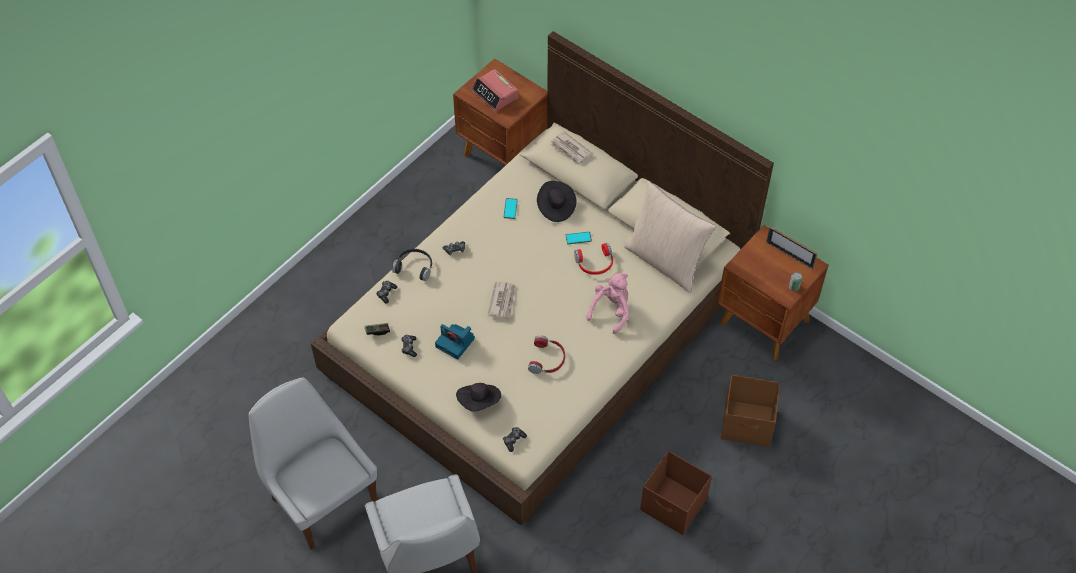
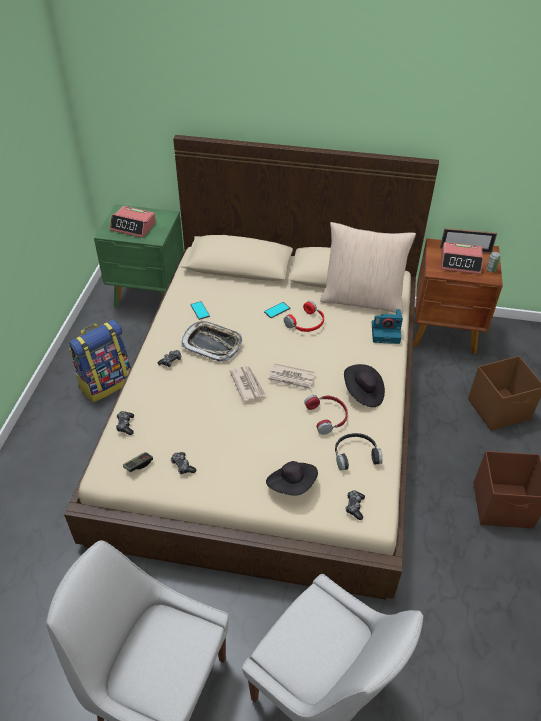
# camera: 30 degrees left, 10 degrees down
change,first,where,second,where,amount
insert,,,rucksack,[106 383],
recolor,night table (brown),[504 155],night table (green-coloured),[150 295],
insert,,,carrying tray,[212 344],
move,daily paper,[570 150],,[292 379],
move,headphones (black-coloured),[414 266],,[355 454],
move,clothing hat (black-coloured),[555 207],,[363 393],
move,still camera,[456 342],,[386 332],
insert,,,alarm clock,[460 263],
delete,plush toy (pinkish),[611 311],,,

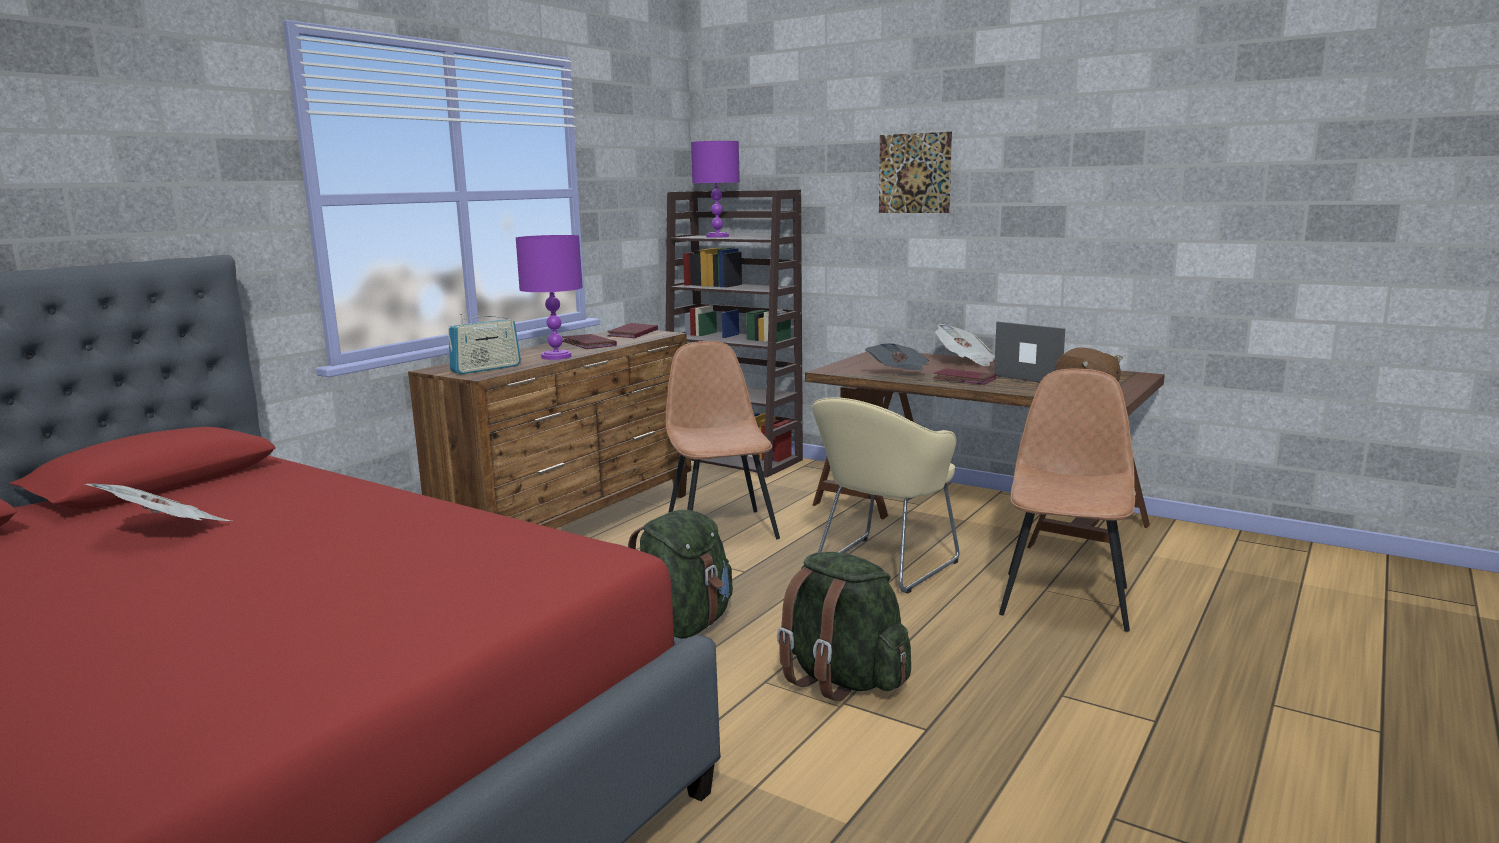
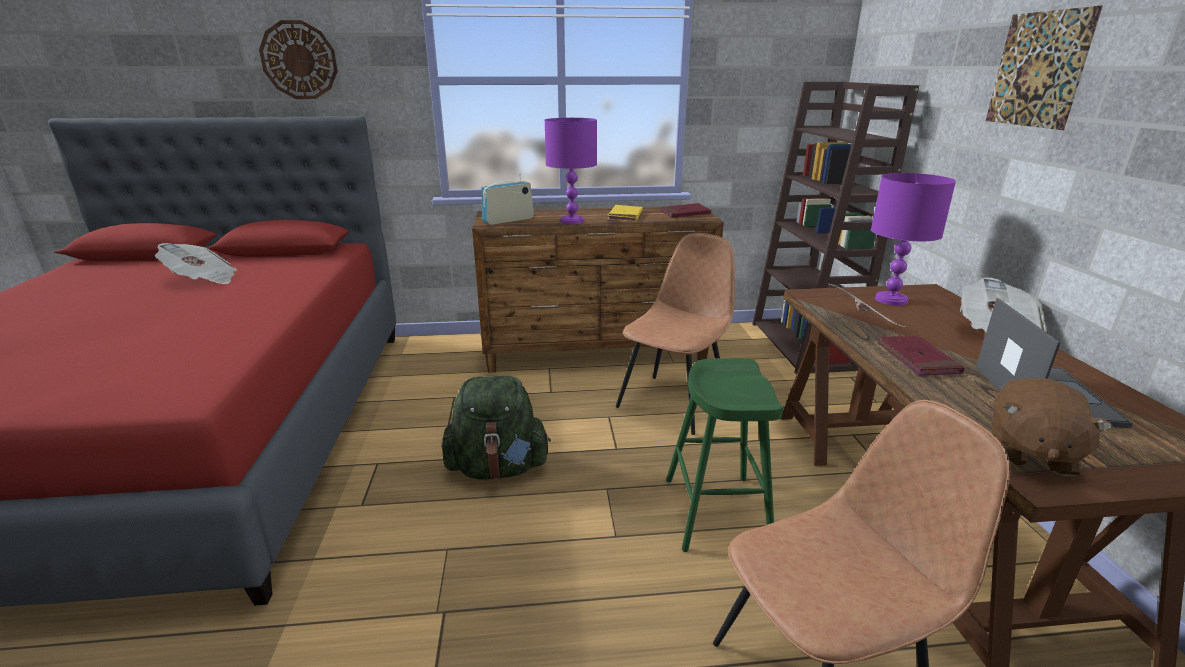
# camera: 50 degrees right, 10 degrees up
change,first,where,second,where,amount
insert,,,hanging clock,[299 60],
rotate,radio receiver,[486 369],,[508 220],135 degrees clockwise
recolor,volume (reddish),[589 345],volume (yellow),[625 216],
replace,lounge chair (beige-coloured),[881 567],stool seat (green-coloured),[716 512],
move,tabletop lamp (purple),[717 236],,[890 300],
delete,rucksack (green-coloured),[842 679],,,

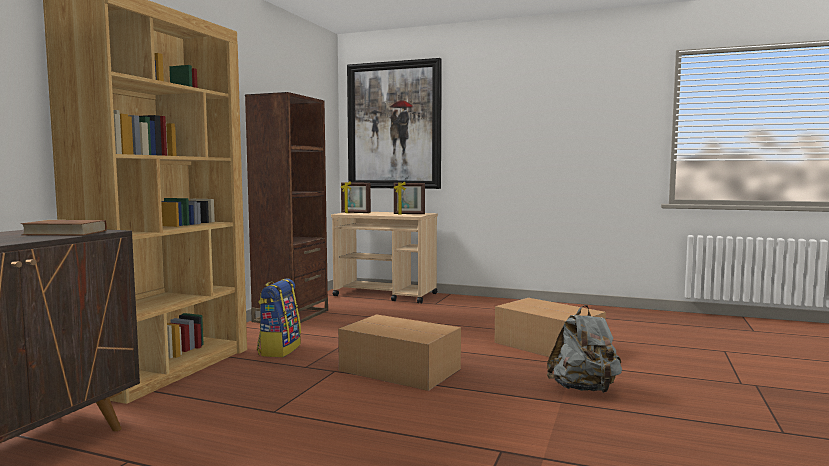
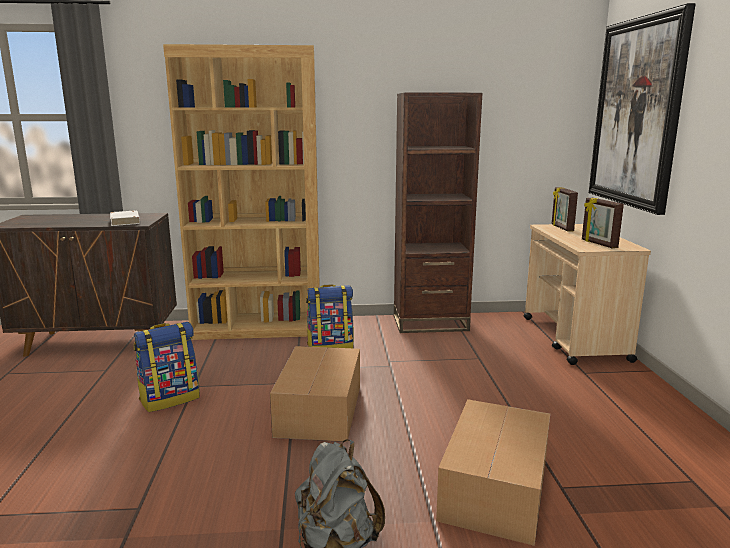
# camera: 65 degrees right, 10 degrees up
change,first,where,second,where,amount
recolor,volume (brown),[65 233],volume (whitish),[125 221],
insert,,,rucksack,[170 399],

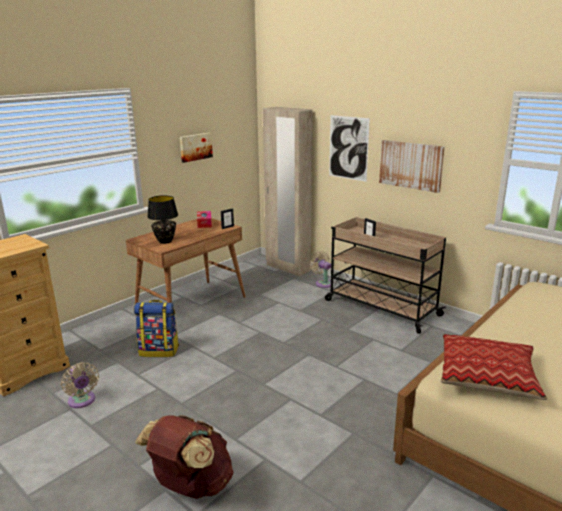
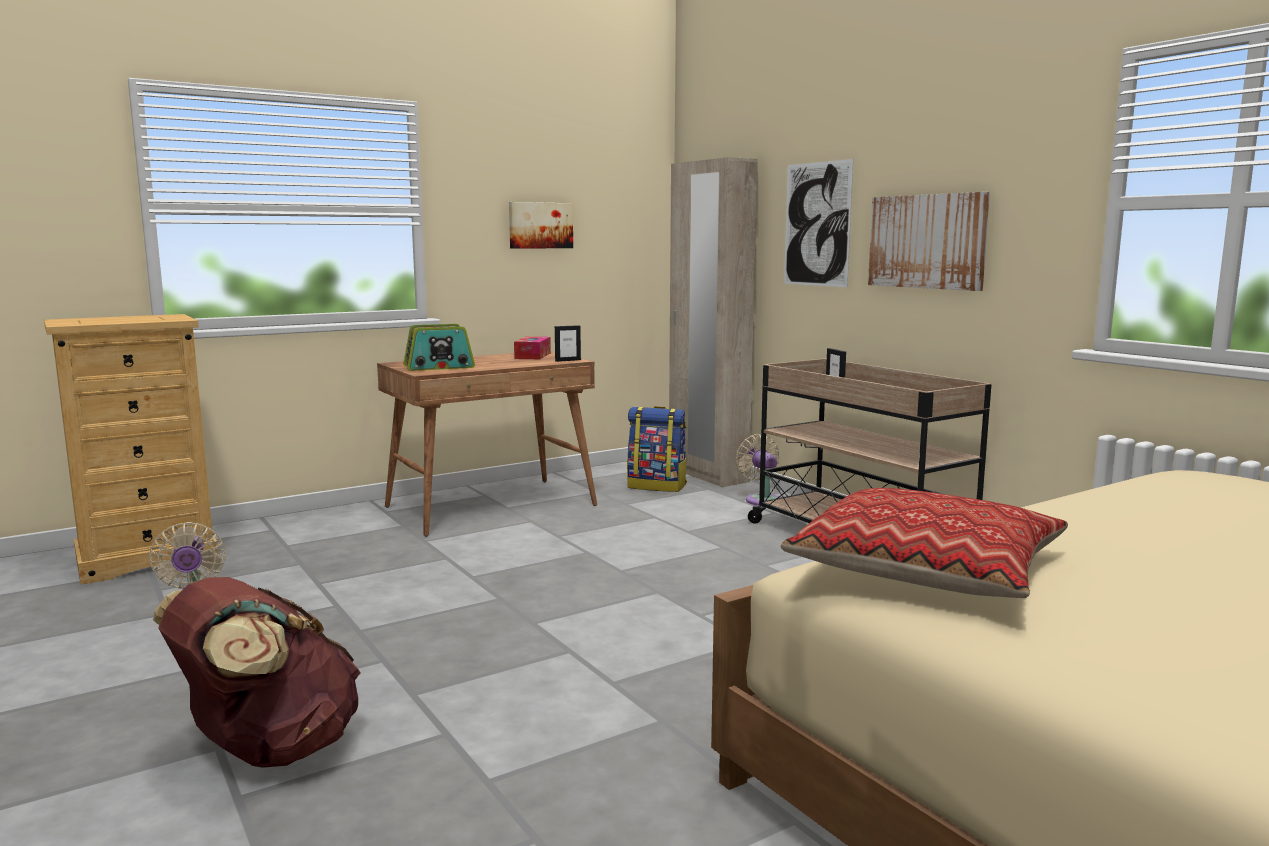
# camera: 15 degrees right, 10 degrees down
change,first,where,second,where,amount
replace,tabletop lamp (black-coloured),[165 241],radio receiver,[439 367],
move,rucksack,[159 351],,[657 486],

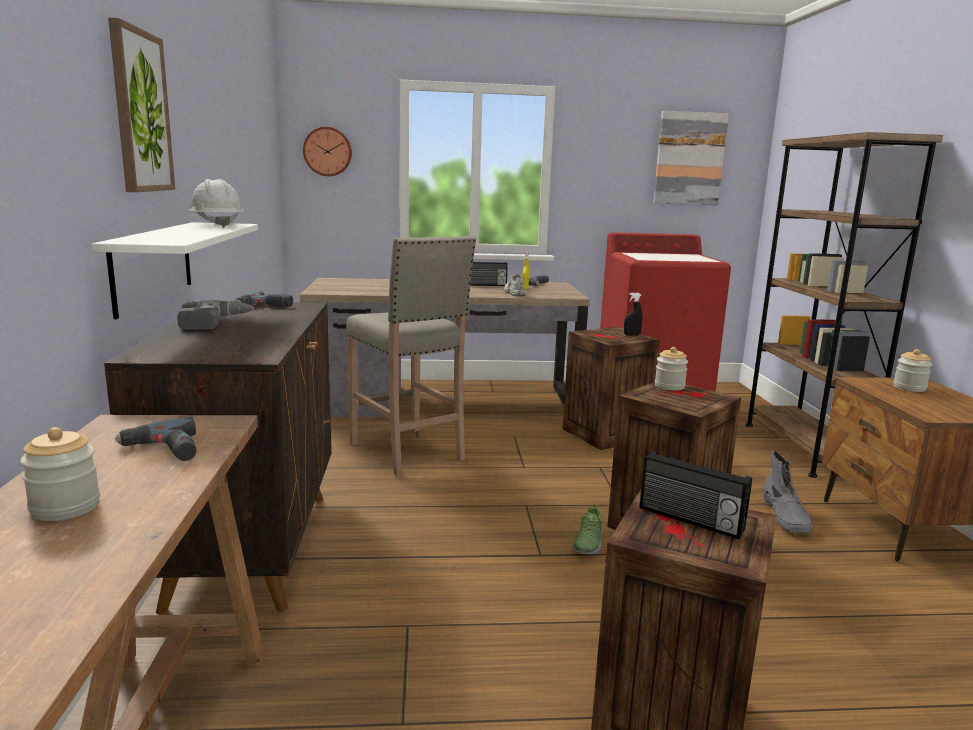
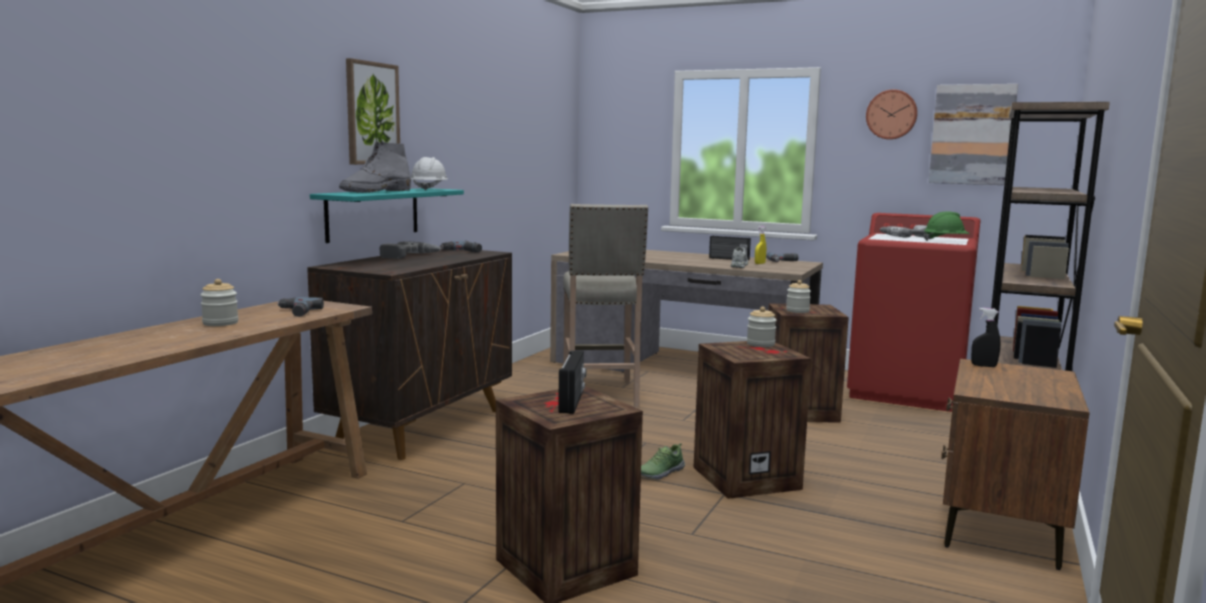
# camera: 30 degrees right, 5 degrees down
change,first,where,second,where,amount
recolor,bracket shelf (whitish),[153 265],bracket shelf (turquoise),[373 214],
move,boot (greyish),[785 516],,[375 192],
rotate,radio receiver,[690 520],,[573 401],150 degrees counterclockwise
move,preserve jar,[909 388],,[797 311],
move,hanging clock,[328 151],,[891 114],
insert,,,power drill,[906 236],
insert,,,hard hat (green-coloured),[945 241],
move,sprayer (black-coloured),[632 335],,[983 366],

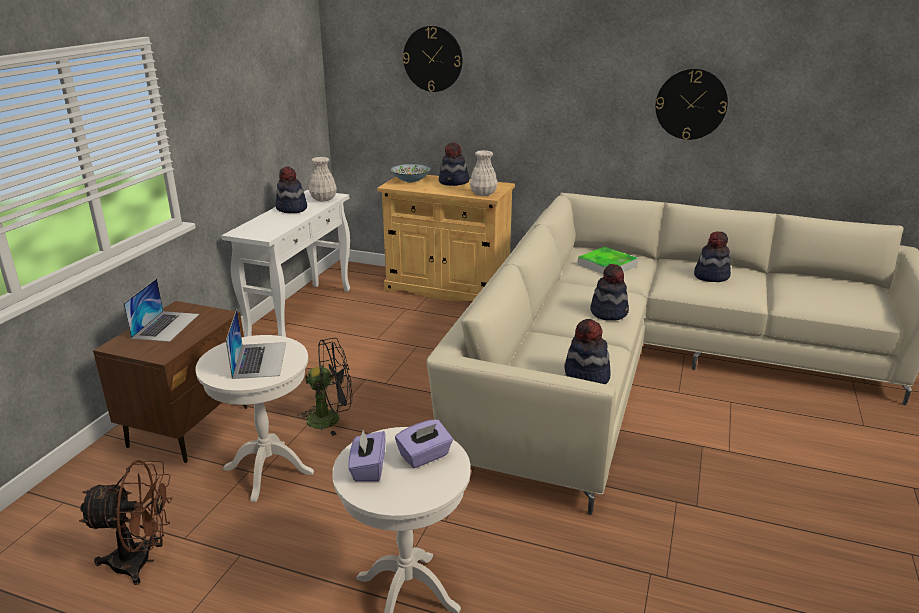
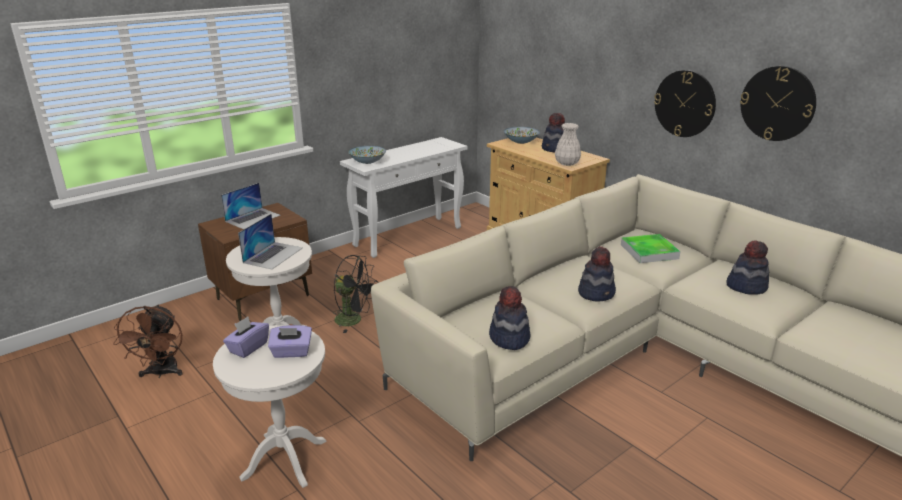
# camera: 30 degrees right, 0 degrees up
change,first,where,second,where,amount
rotate,cooling fan (brown),[142 561],,[161 373],60 degrees clockwise
insert,,,deep dish,[367 162],
move,hanging clock,[433 59],,[685 103],
delete,clothing hat,[291 209],,,
delete,decorative vase (whitish),[323 199],,,

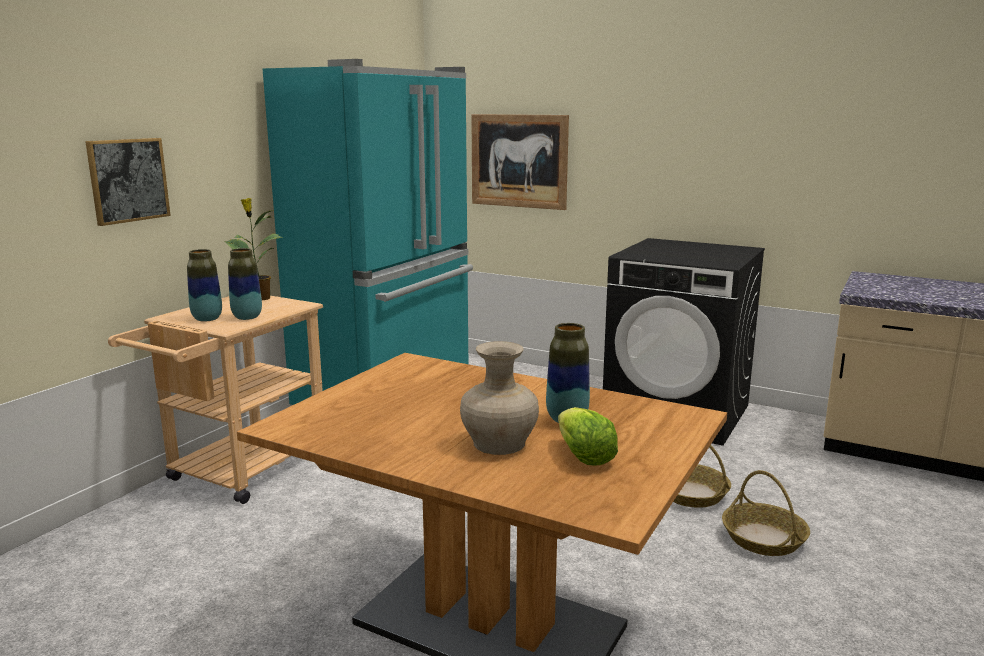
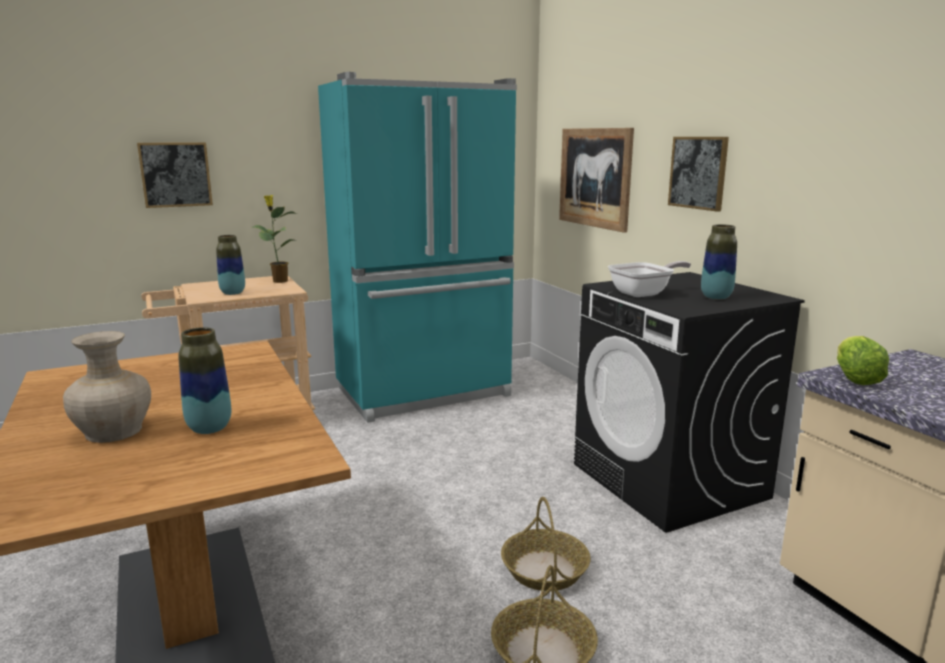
# camera: 35 degrees right, 0 degrees up
change,first,where,second,where,amount
insert,,,frying pan,[644 293],
insert,,,picture,[698 172],
move,decorative vase,[207 319],,[716 297],
move,lettuce head,[584 457],,[855 379],

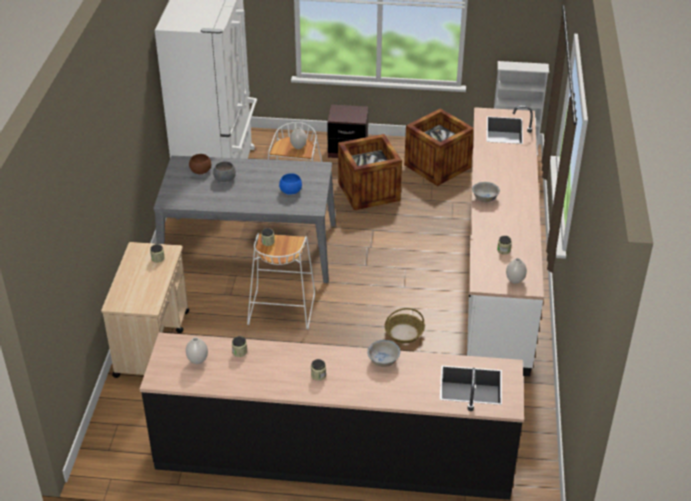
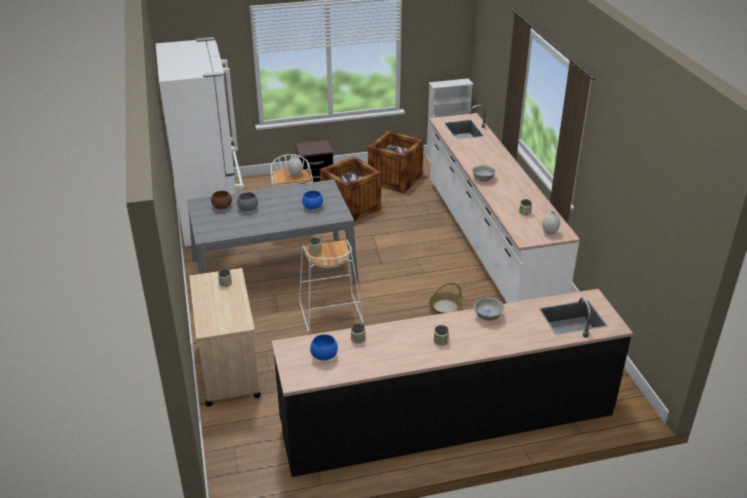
# camera: 20 degrees left, 5 degrees down
change,first,where,second,where,amount
replace,decorative vase (whitish),[198 360],deep dish (blue-coloured),[324 355],

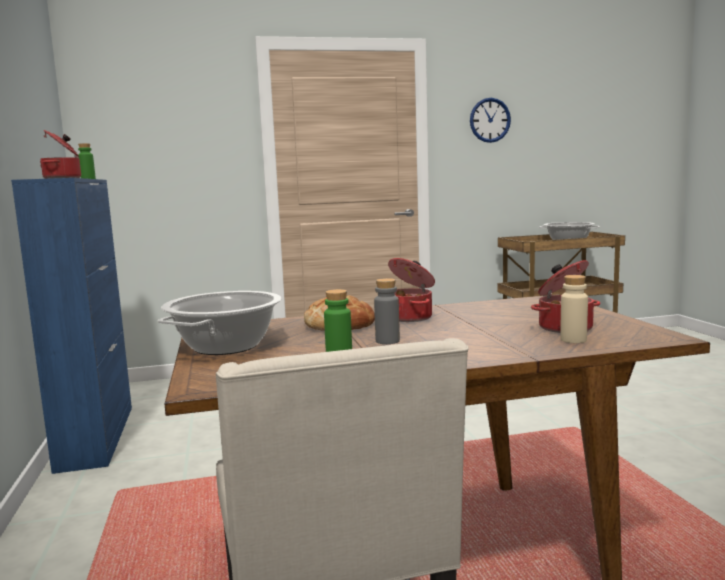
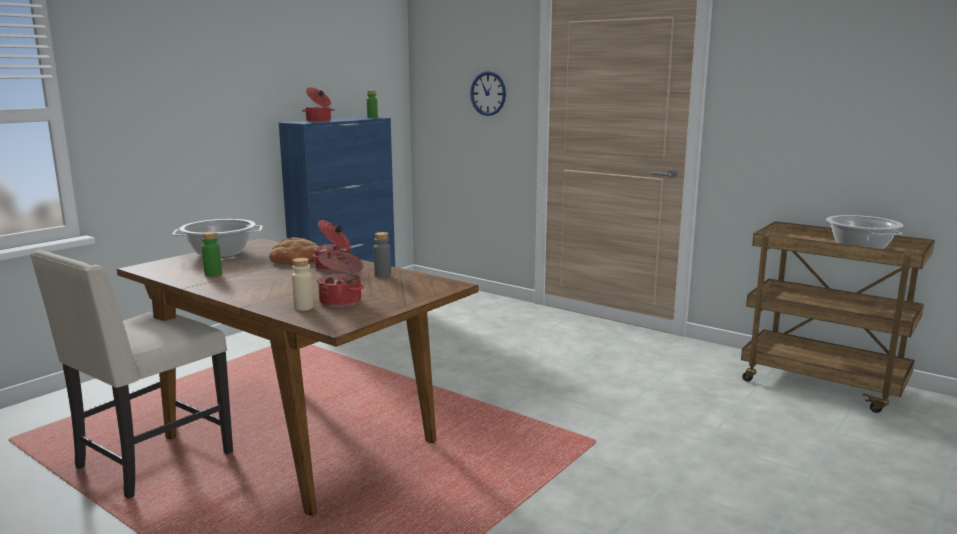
# camera: 50 degrees right, 5 degrees up
change,first,where,second,where,amount
move,drink bottle (greyish),[387 341],,[383 275],
move,hanging clock,[490 120],,[488 93],

